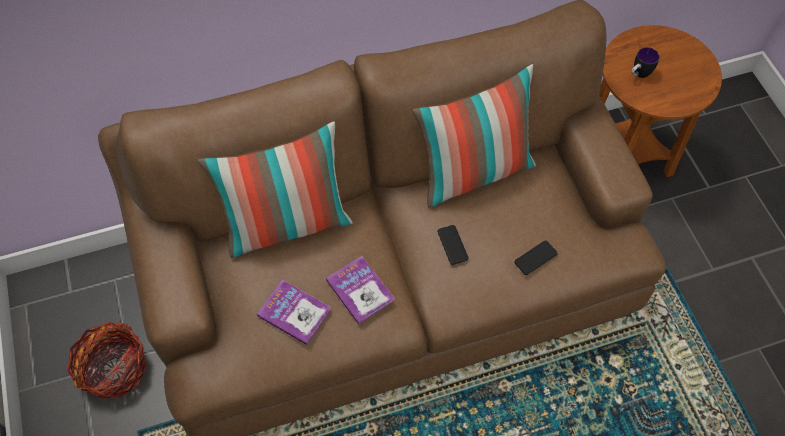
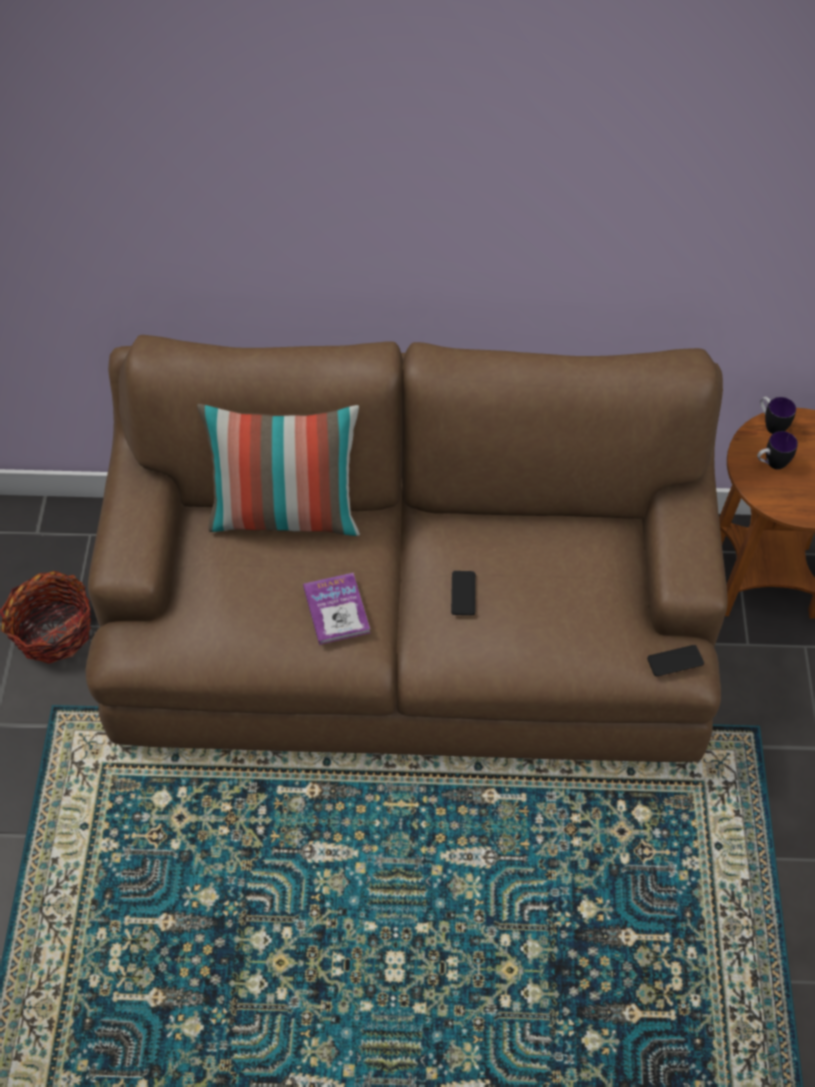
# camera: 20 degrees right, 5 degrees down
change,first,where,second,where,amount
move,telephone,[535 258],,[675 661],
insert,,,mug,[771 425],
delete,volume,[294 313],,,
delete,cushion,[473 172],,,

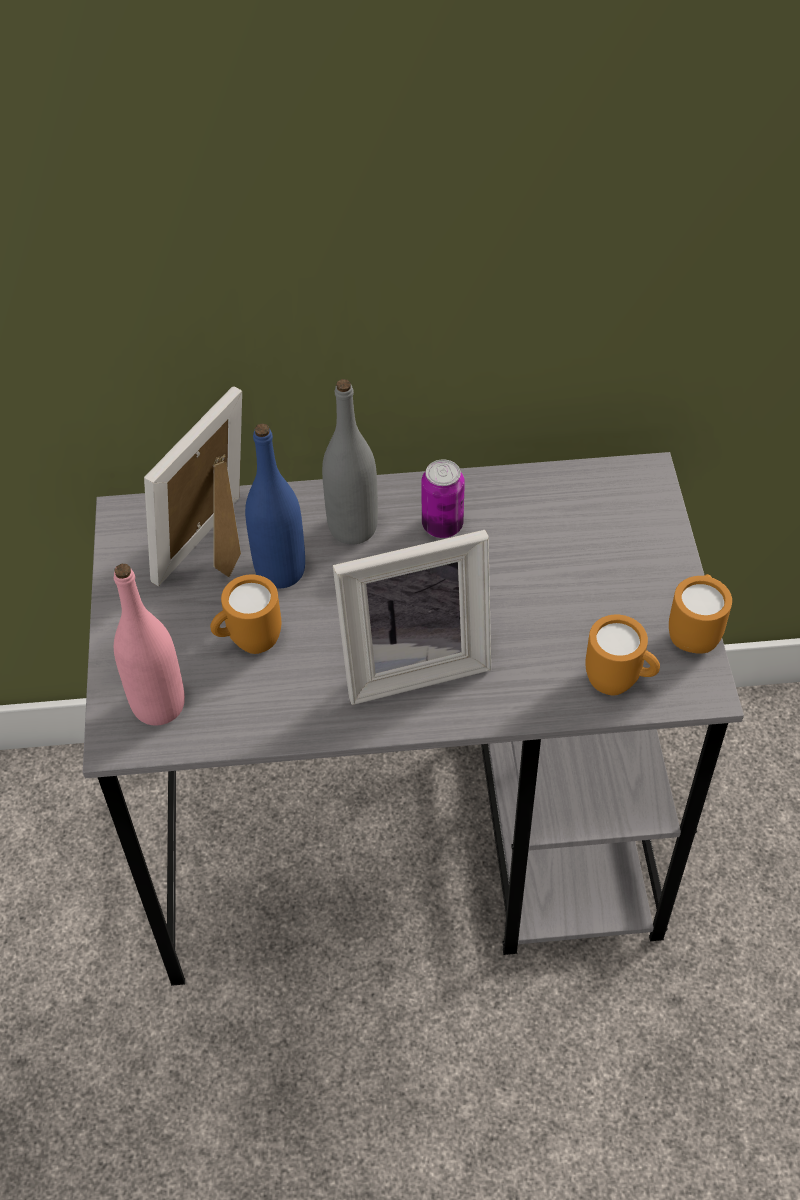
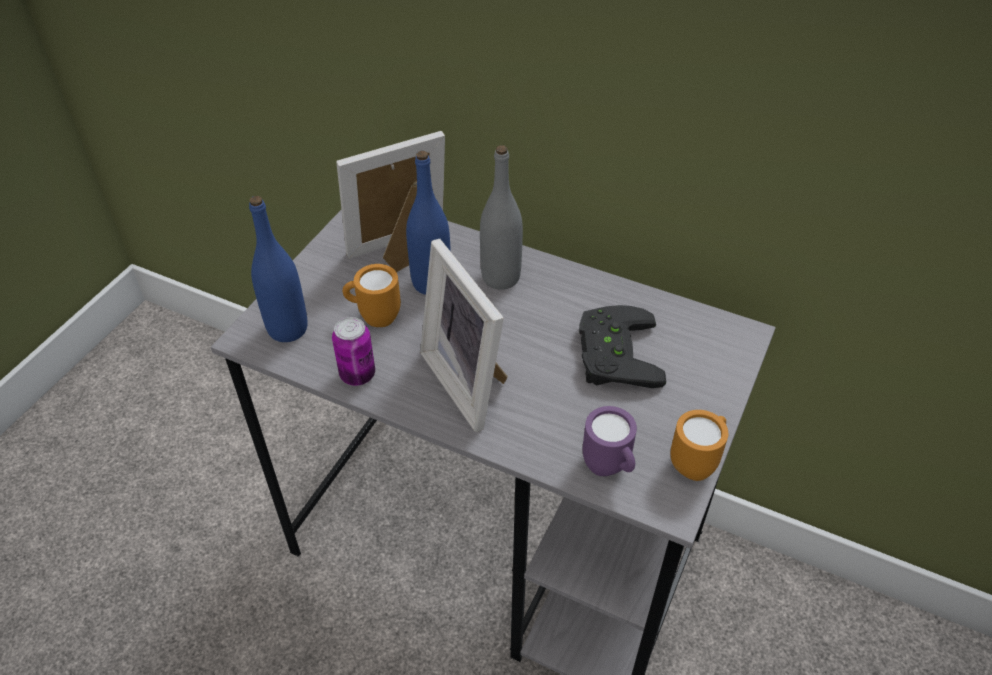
# camera: 30 degrees right, 5 degrees down
change,first,where,second,where,amount
recolor,drink bottle (pinkish),[158 705],drink bottle (blue-coloured),[288 329],
move,metal can,[442 525],,[357 375],
rotate,standing frame,[412 662],,[470 381],45 degrees clockwise
insert,,,joypad (black-coloured),[612 353],
recolor,mug (orange),[619 683],mug (purple),[609 469],

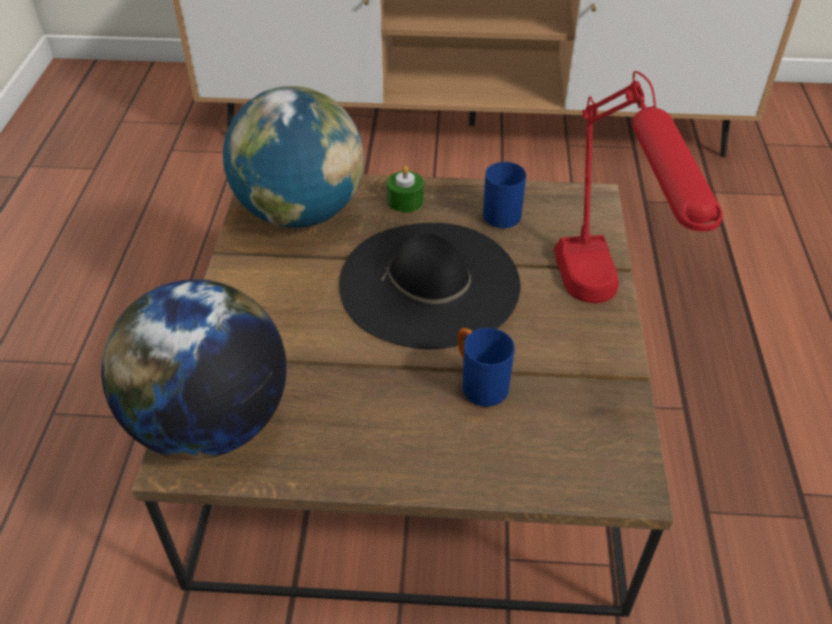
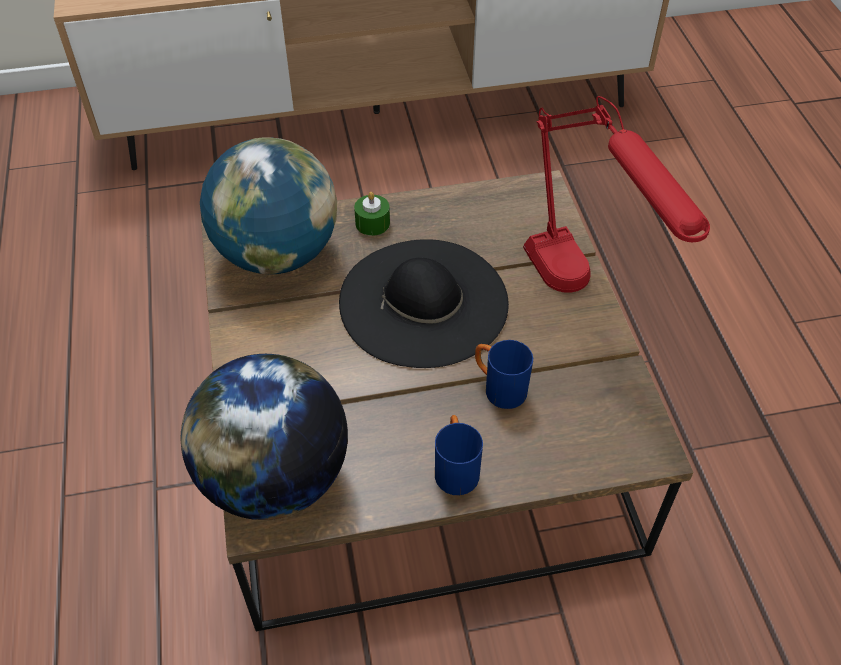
# camera: 15 degrees left, 5 degrees up
change,first,where,second,where,amount
move,mug (blue-coloured),[502 211],,[455 468],

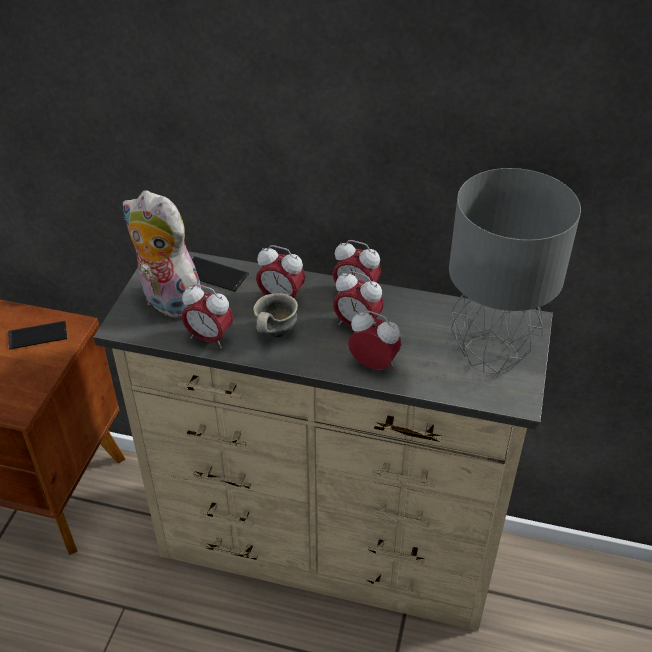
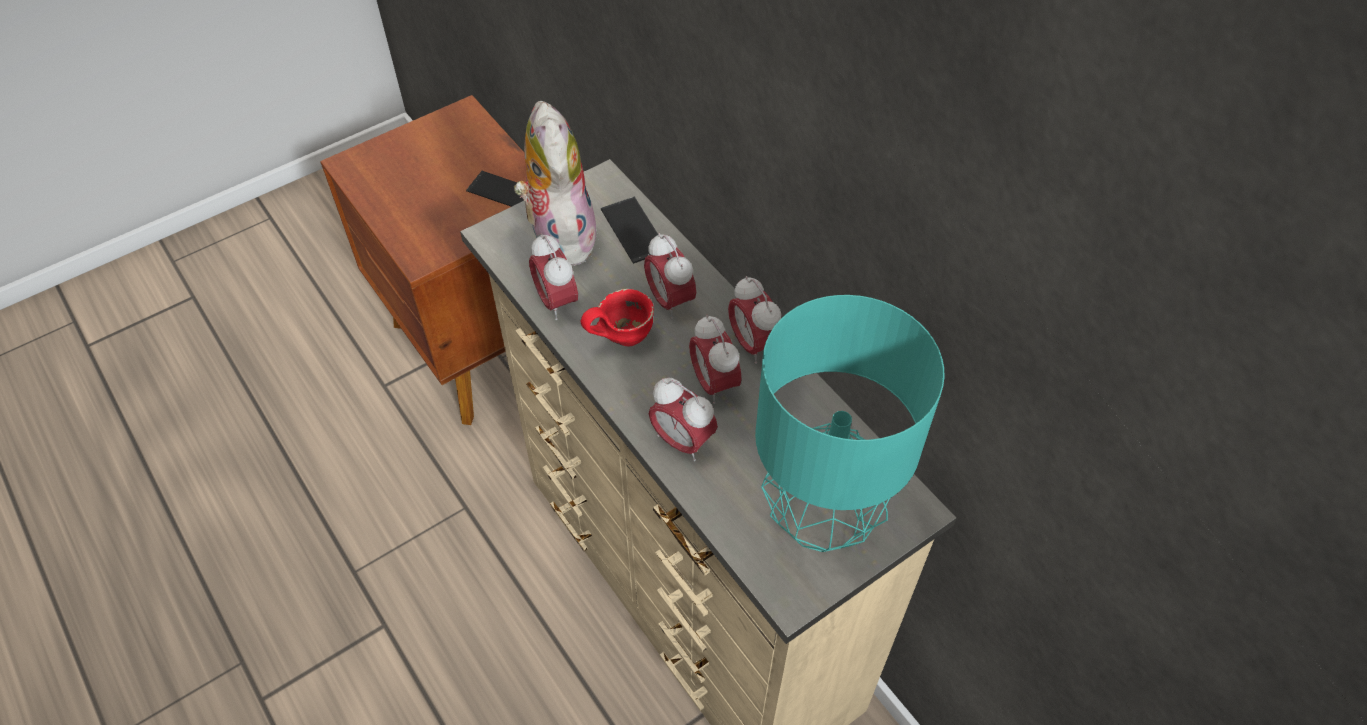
# camera: 40 degrees right, 10 degrees up
change,first,where,second,where,amount
recolor,mug (greyish),[273 333],mug (reddish),[620 336],
rotate,alarm clock,[373 364],,[682 441],150 degrees clockwise
recolor,tabletop lamp (greyish),[489 353],tabletop lamp (turquoise),[820 515],

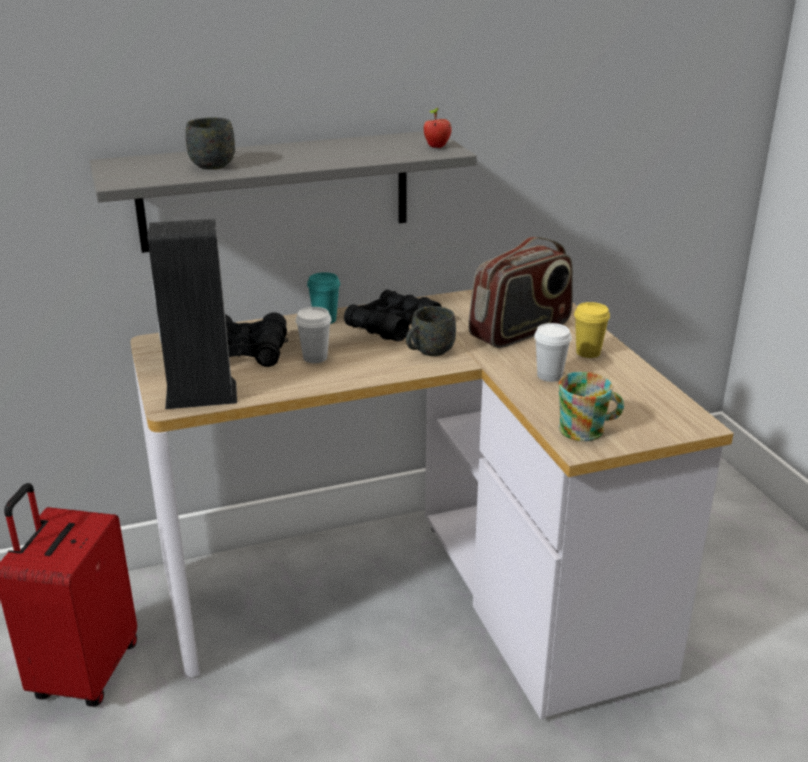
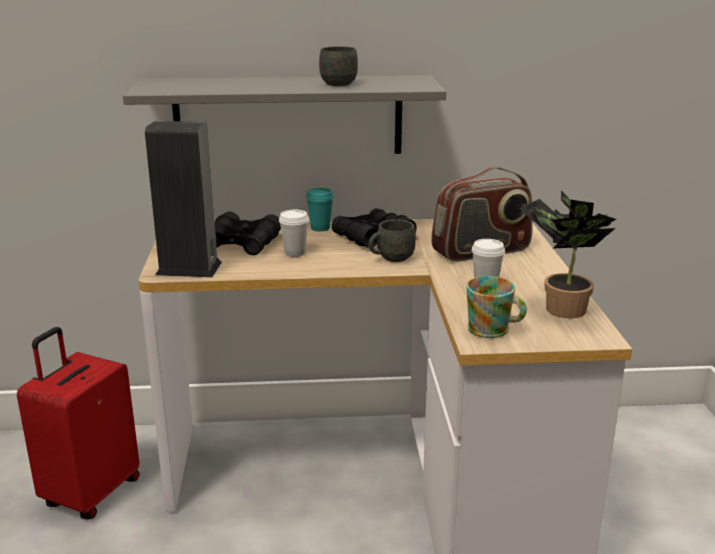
# camera: 15 degrees right, 5 degrees down
change,first,where,second,where,amount
move,mug (greyish),[212 163],,[338 83],
insert,,,plant in a pot,[559 308],
delete,apple fruit,[437 147],,,
delete,small cup (yellow),[588 352],,,

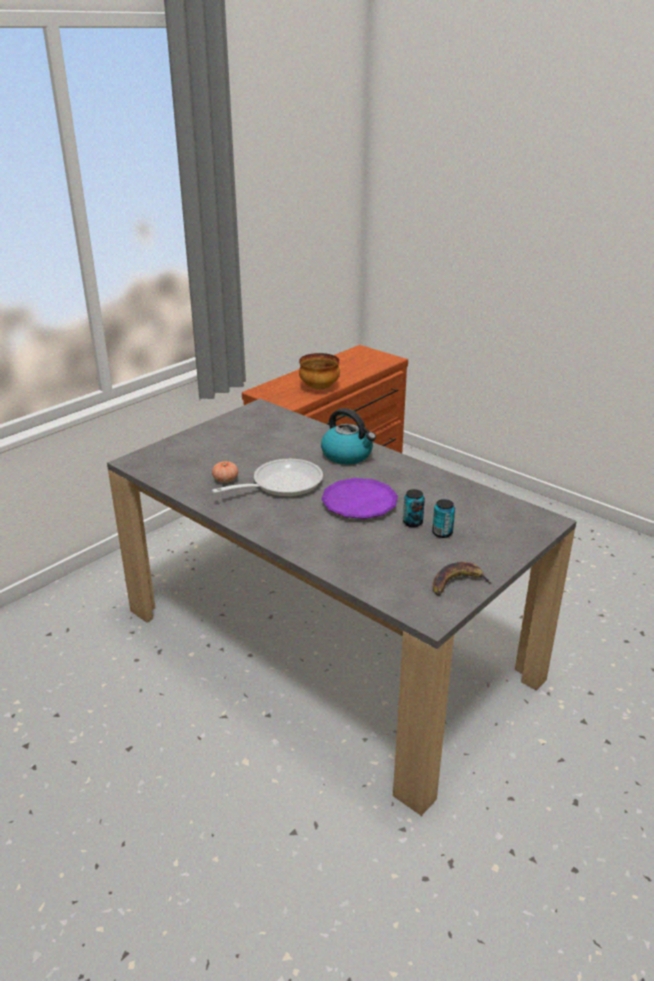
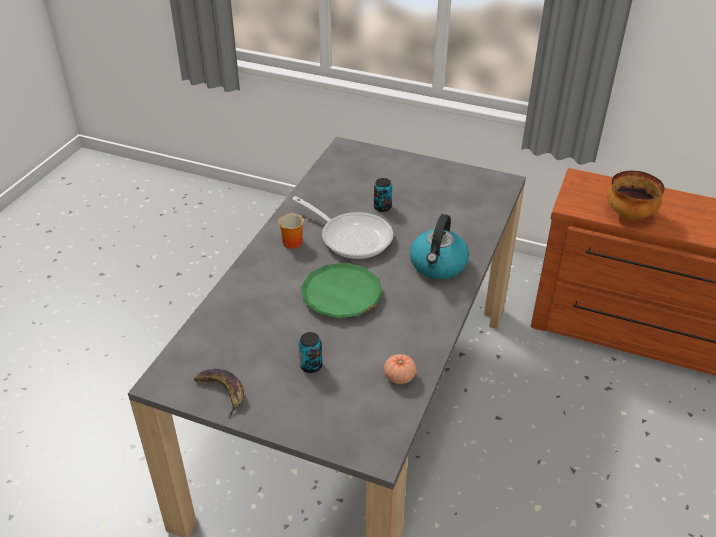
# camera: 70 degrees right, 10 degrees up
change,first,where,second,where,amount
insert,,,mug,[291 241],
recolor,flat dish (purple),[359 503],flat dish (green-coloured),[341 295],
move,metal can,[412 522],,[382 207],
move,whole tomato,[225 480],,[399 377],

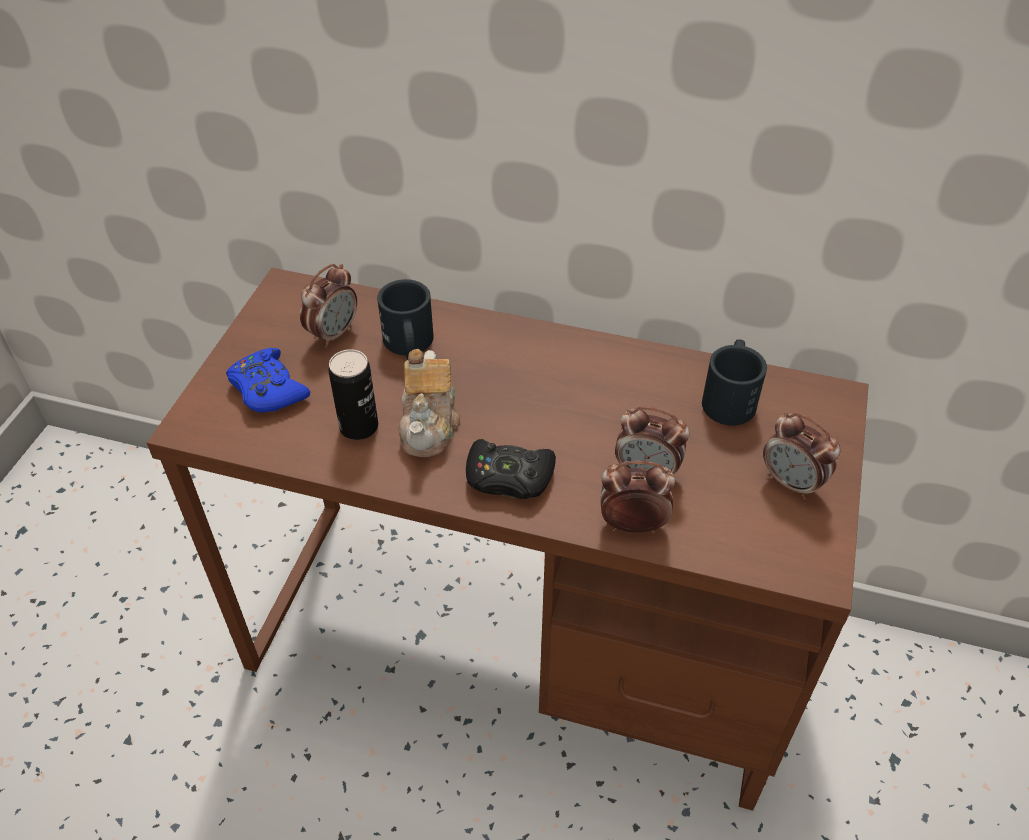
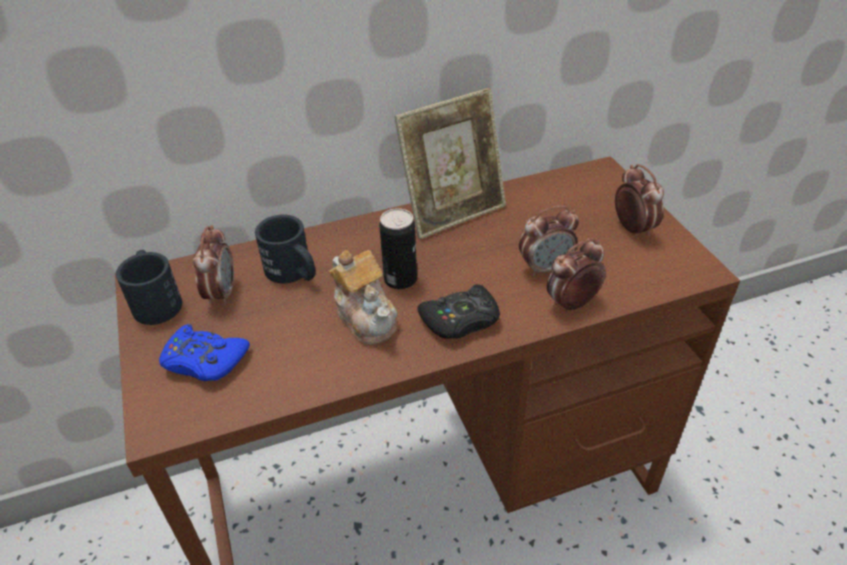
# camera: 35 degrees left, 5 degrees down
change,first,where,second,where,amount
move,mug (black-coloured),[730 396],,[156 300],
move,metal can,[359 427],,[400 279],
insert,,,standing frame,[453 212],
rotate,alarm clock,[792 483],,[632 229],120 degrees counterclockwise

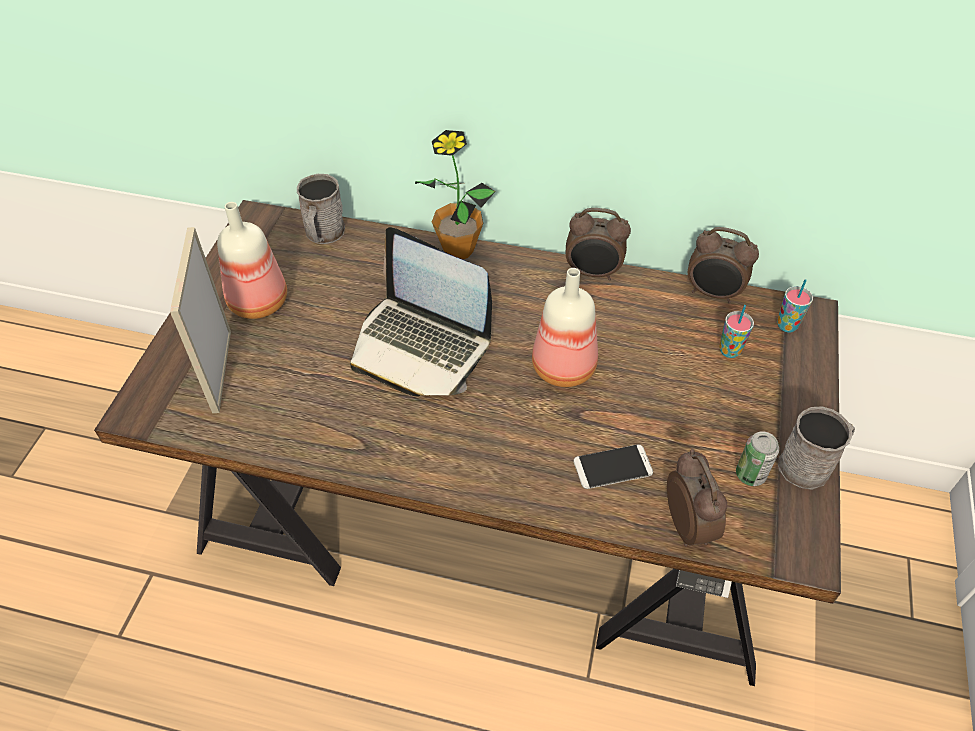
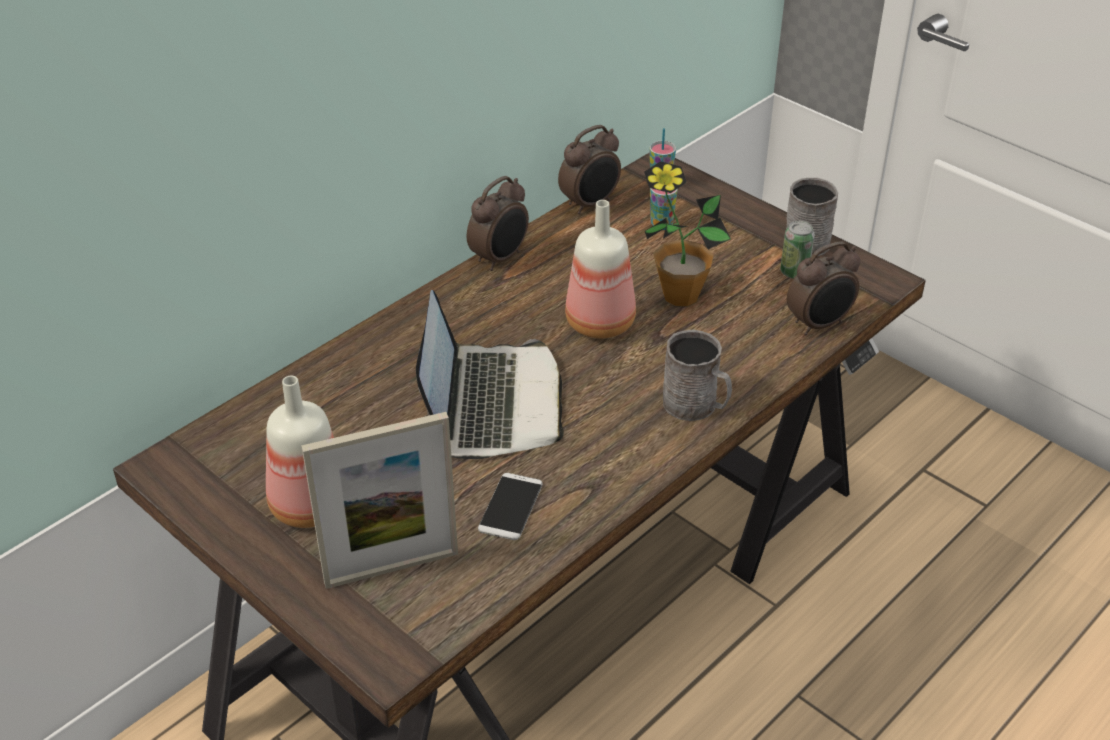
# camera: 60 degrees left, 10 degrees down
change,first,where,second,where,amount
rotate,standing frame,[221 371],,[391 568],45 degrees counterclockwise
rotate,laptop,[421 346],,[492 403],60 degrees counterclockwise
move,telephone,[612 467],,[510 507],
move,plant in a pot,[458 249],,[680 295],
move,mug (greyish),[324 234],,[696 406],
rotate,alarm clock,[688 525],,[819 324],135 degrees clockwise

